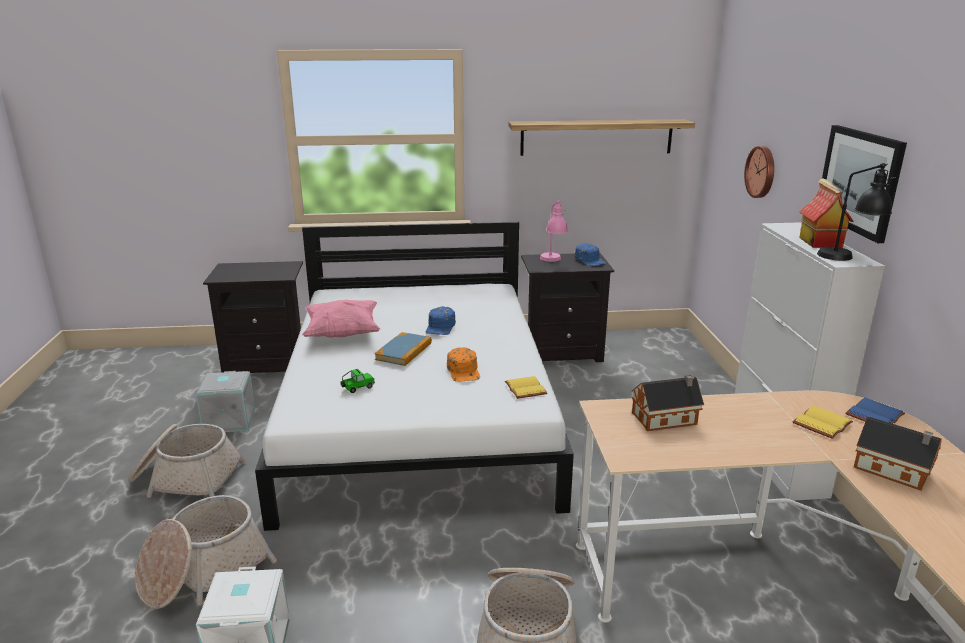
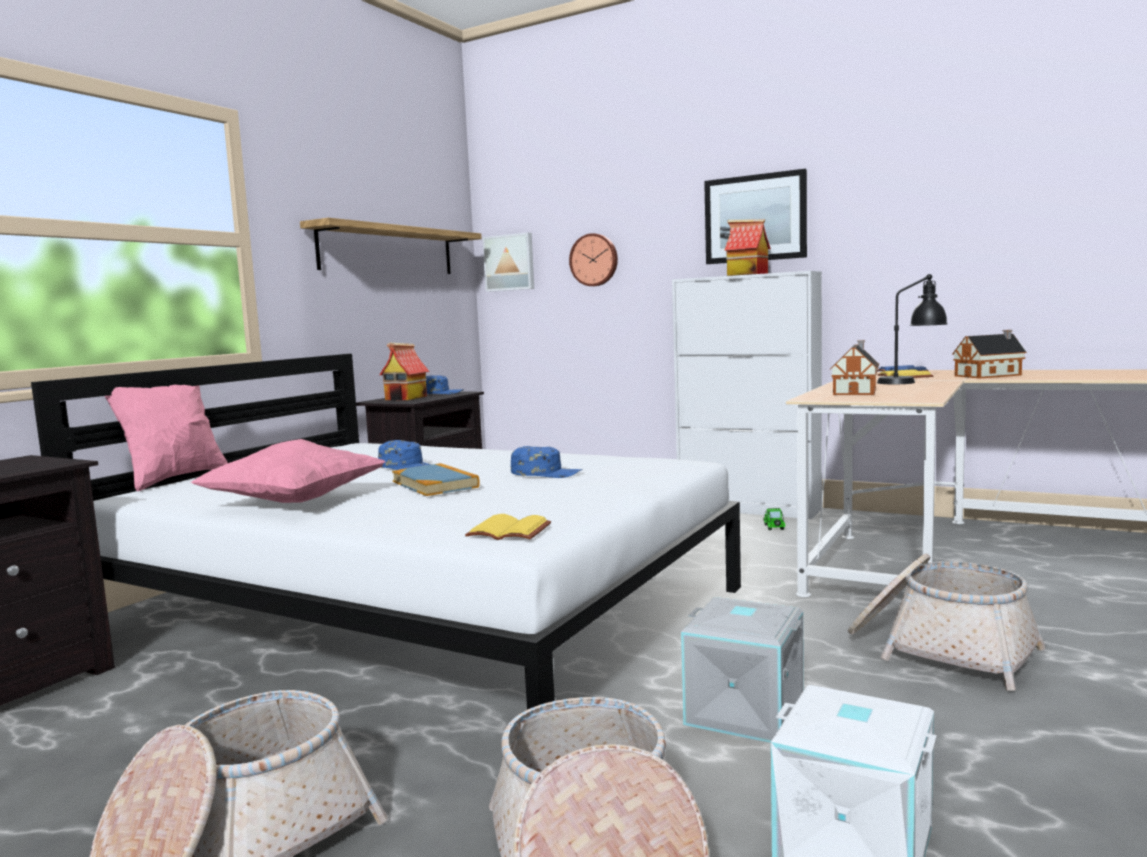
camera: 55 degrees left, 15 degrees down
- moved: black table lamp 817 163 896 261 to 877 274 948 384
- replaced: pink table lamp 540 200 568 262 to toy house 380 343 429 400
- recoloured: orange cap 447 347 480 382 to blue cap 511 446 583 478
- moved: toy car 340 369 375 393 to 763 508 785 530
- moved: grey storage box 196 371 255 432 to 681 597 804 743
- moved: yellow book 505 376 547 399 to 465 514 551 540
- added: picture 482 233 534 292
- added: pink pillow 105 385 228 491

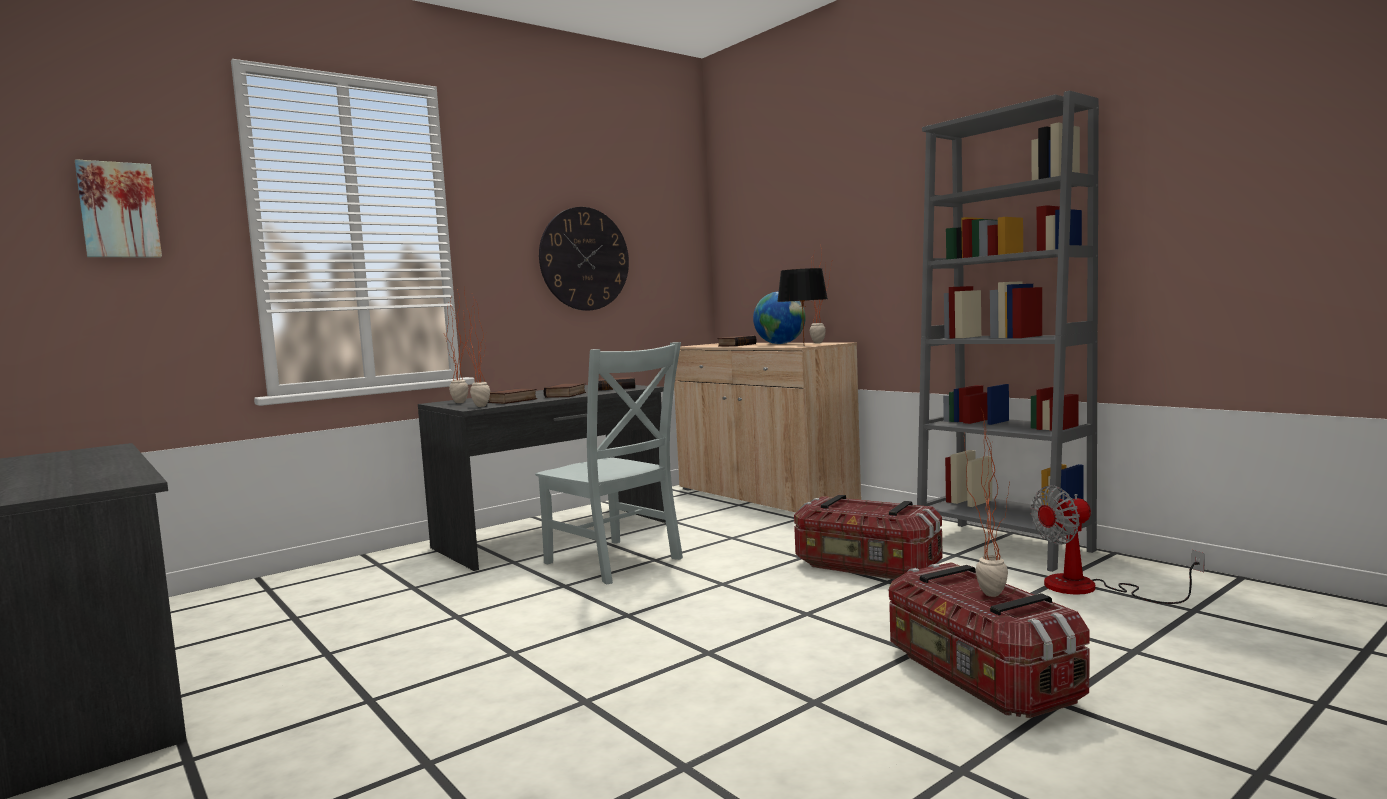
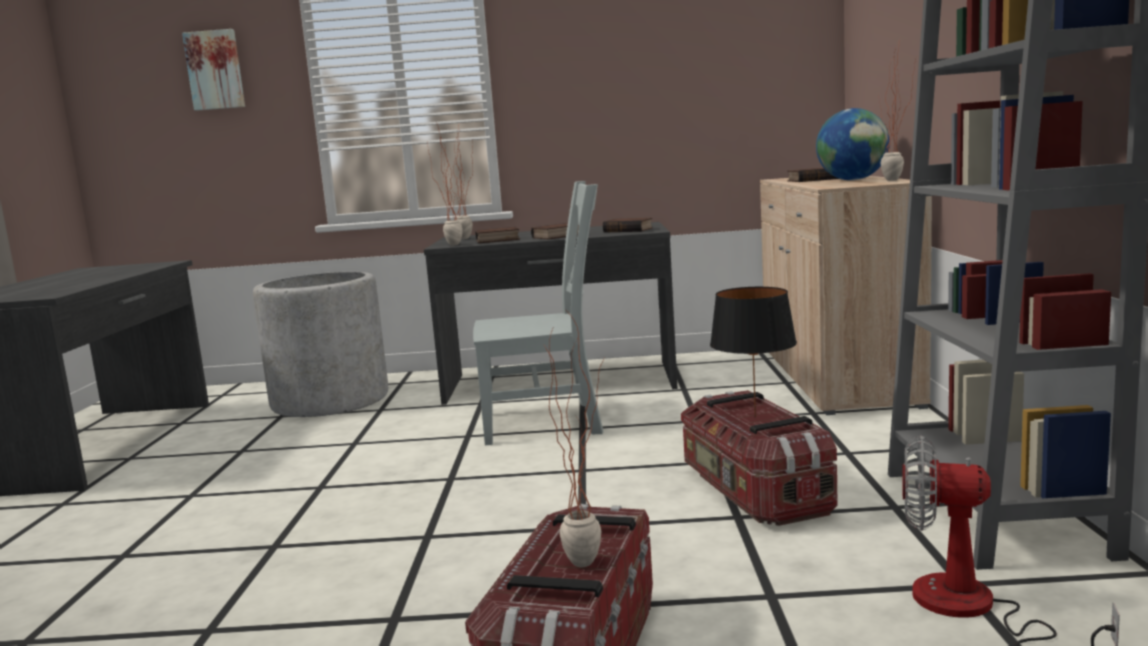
camera: 40 degrees right, 5 degrees up
- removed: wall clock 539 207 629 311
- moved: black table lamp 777 268 828 340 to 710 287 797 418
- turned: grey chair 535 342 683 585 = 473 181 603 445 90 degrees counterclockwise
- added: grey planter 253 272 388 417

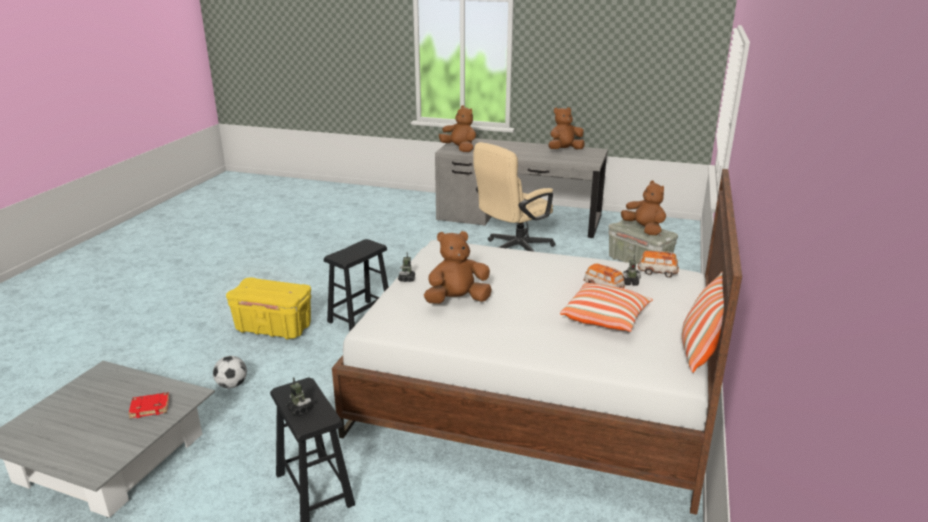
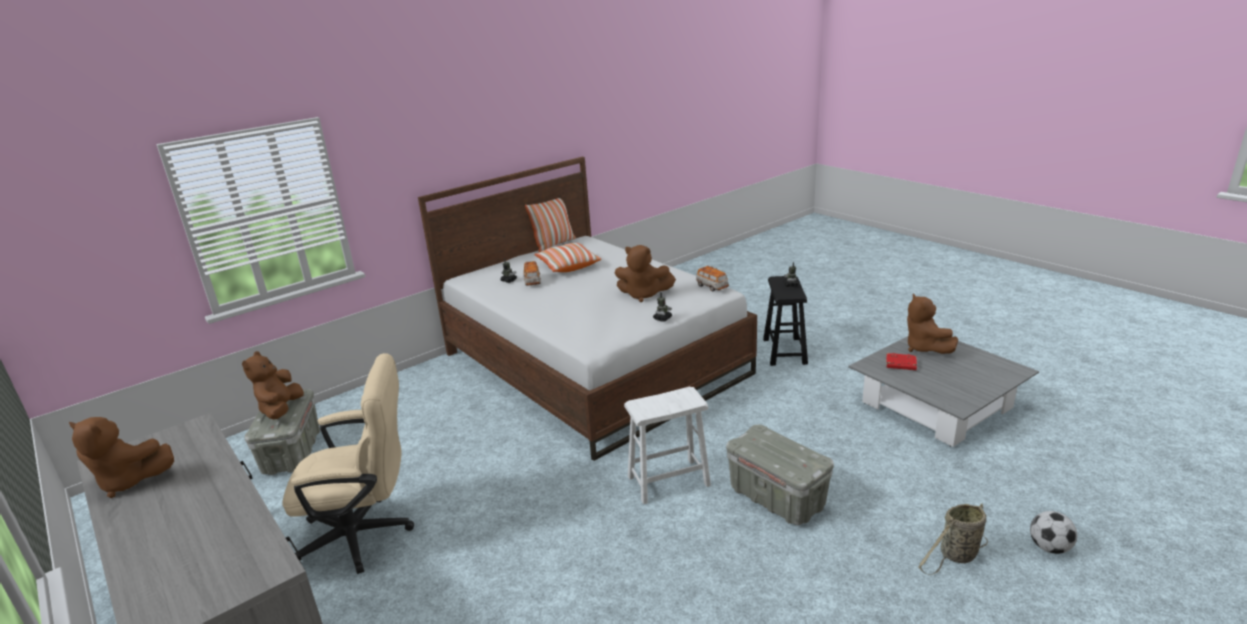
camera: 145 degrees left, 0 degrees up
- moved: brown plush toy 439 105 476 152 to 907 294 958 354
- recoloured: black stool 324 239 388 332 to white stool 624 387 711 504
- moved: toy car 638 251 679 278 to 696 265 729 291
- recoloured: yellow storage box 226 278 311 339 to grey storage box 726 424 834 525
- moved: football 213 356 247 388 to 1030 511 1078 554
- added: basket 918 503 988 575

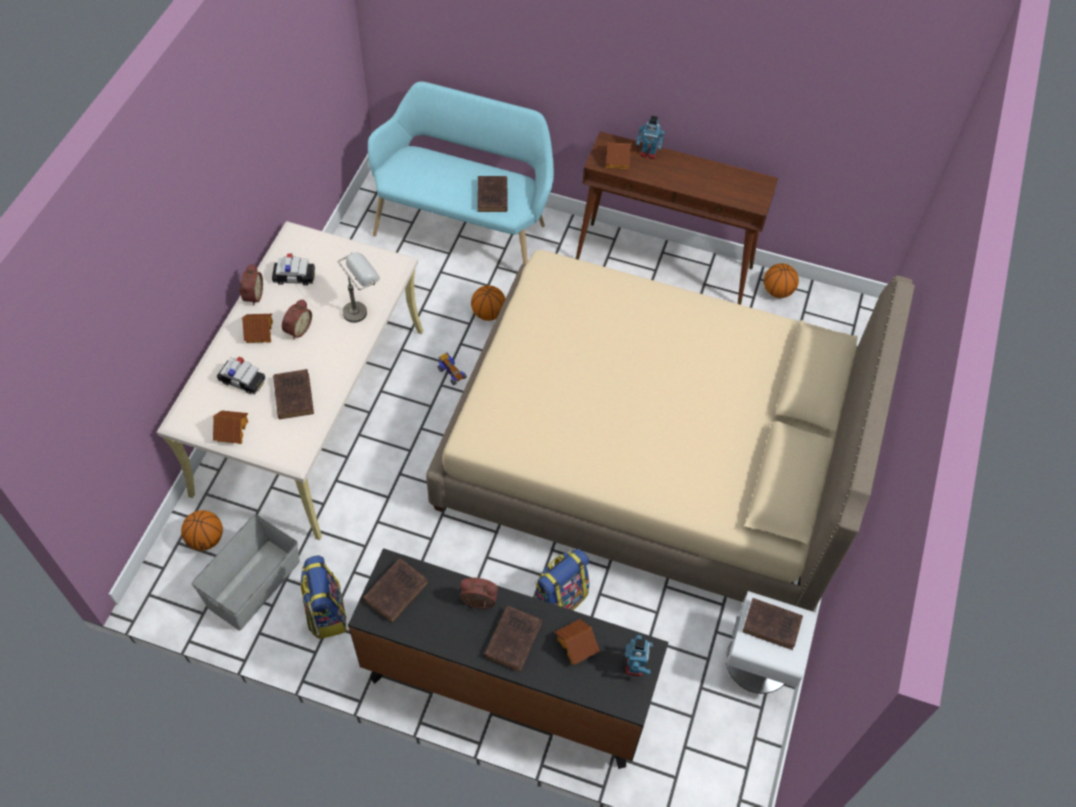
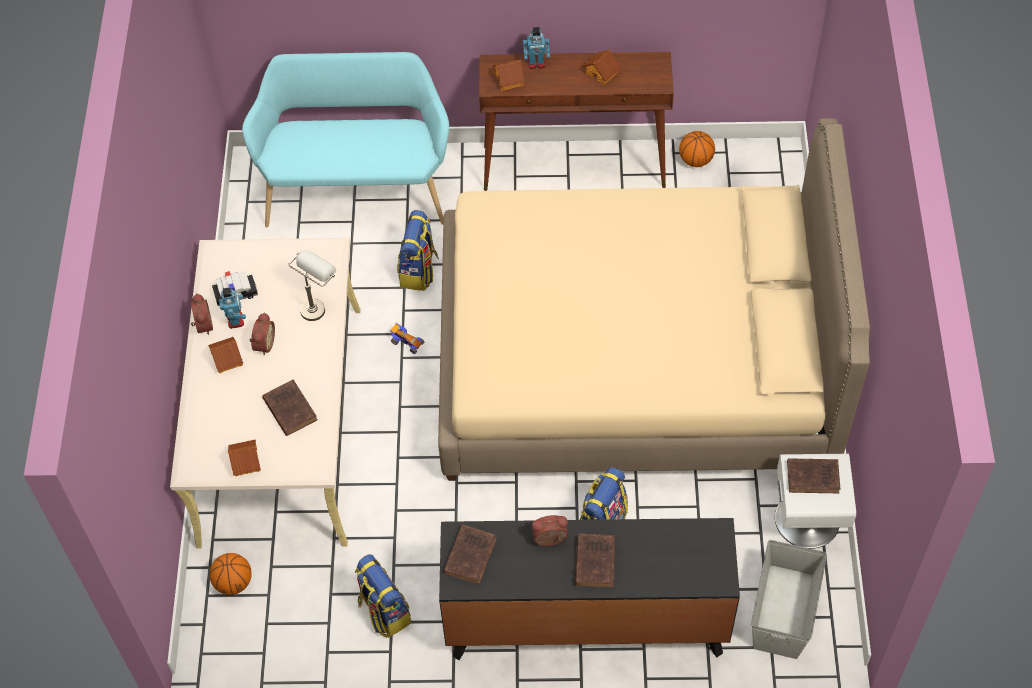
camera: 15 degrees left, 0 degrees up
- removed: brown book 477 176 507 212
- replaced: basketball 471 285 505 321 to backpack 397 210 439 291
- removed: toy car 217 356 266 394
- moved: grey storage box 192 514 300 631 to 751 540 827 659
- moved: toy house 555 619 600 665 to 582 49 621 86
- moved: toy robot 625 635 653 676 to 219 287 246 329

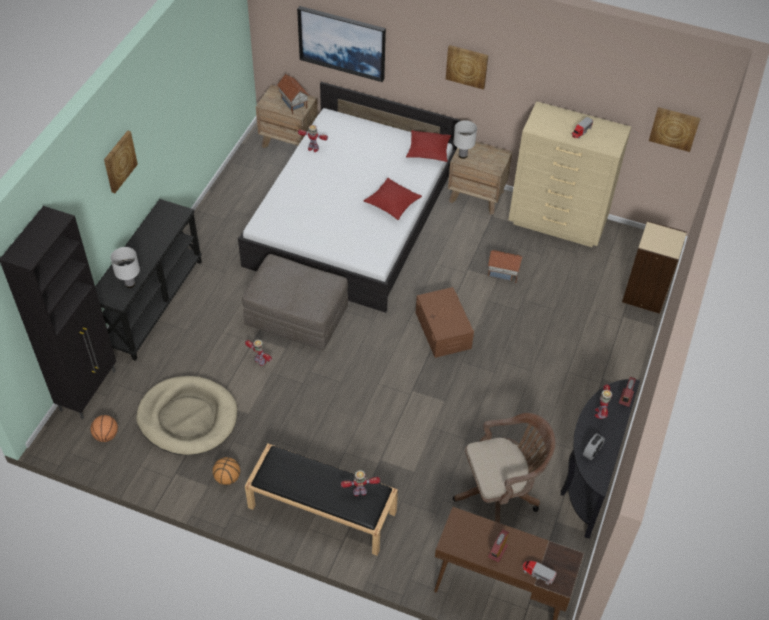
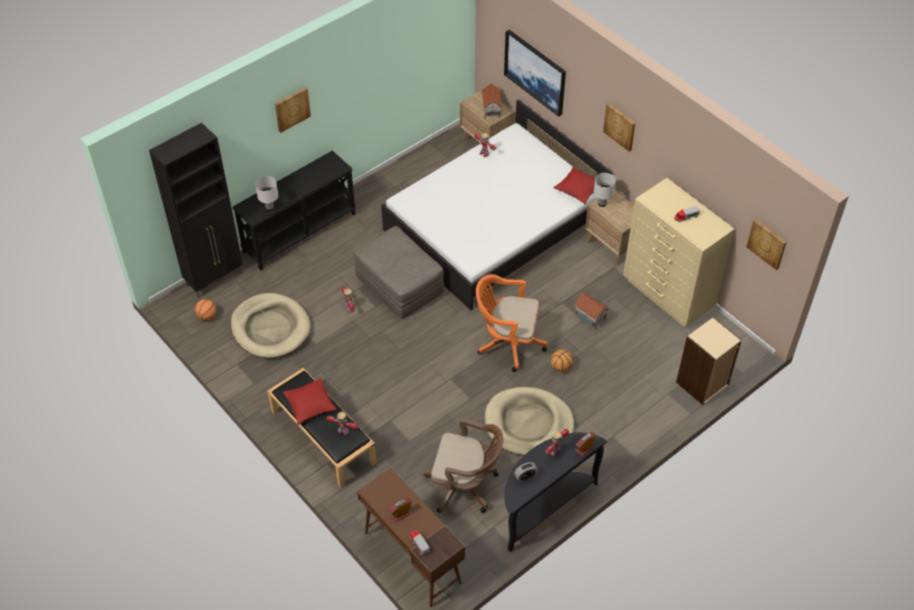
camera: 30 degrees right, 0 degrees up
- moved: red pillow 364 178 422 220 to 283 378 337 425
- replaced: brown storage box 416 287 474 358 to orange office chair 476 274 547 372
- moved: basketball 213 457 240 485 to 550 349 573 372
- added: beige dog bed 485 387 575 456

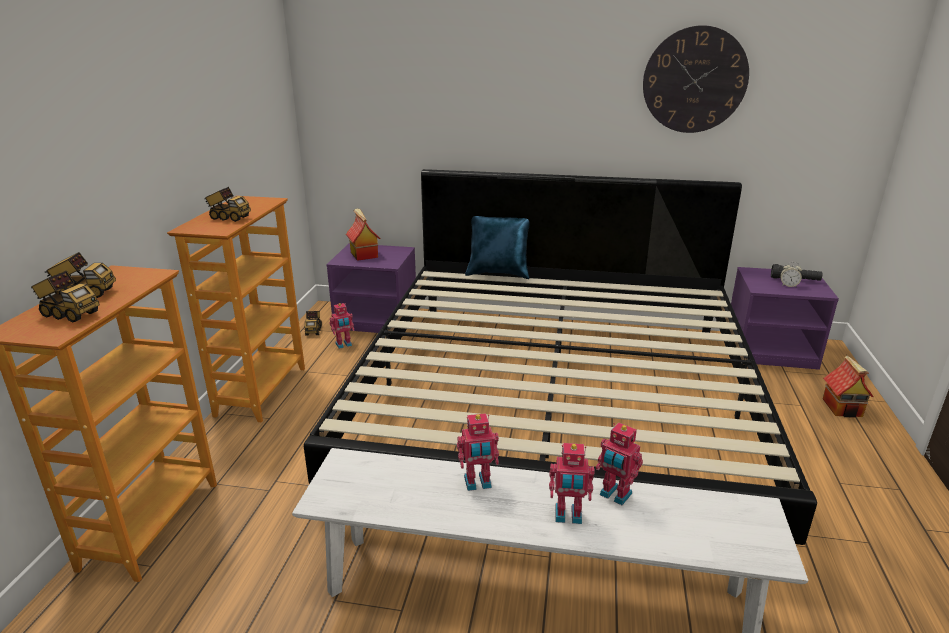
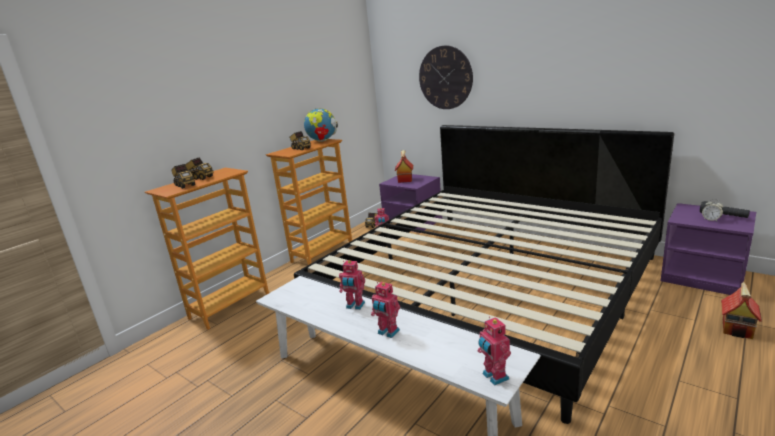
camera: 30 degrees right, 5 degrees down
- moved: wall clock 643 25 749 133 to 419 45 473 109
- removed: blue pillow 465 216 530 279
- moved: toy robot 596 423 643 505 to 478 316 511 386
- added: globe 304 108 338 142

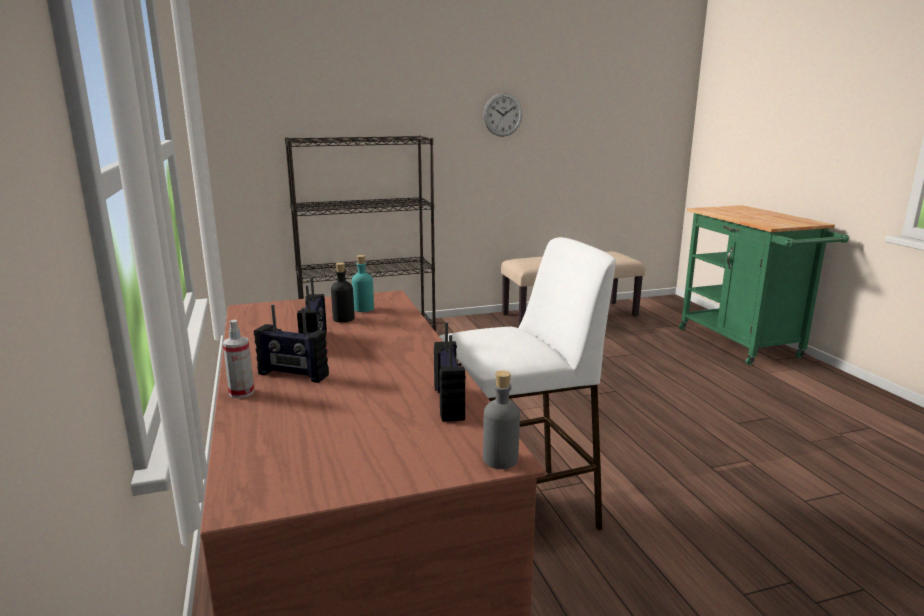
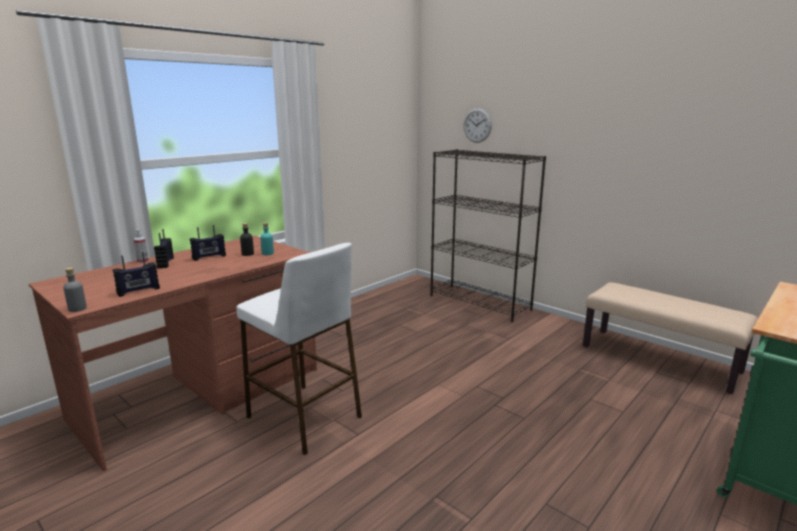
camera: 60 degrees right, 0 degrees up
- moved: wall clock 483 93 522 137 to 464 108 492 143

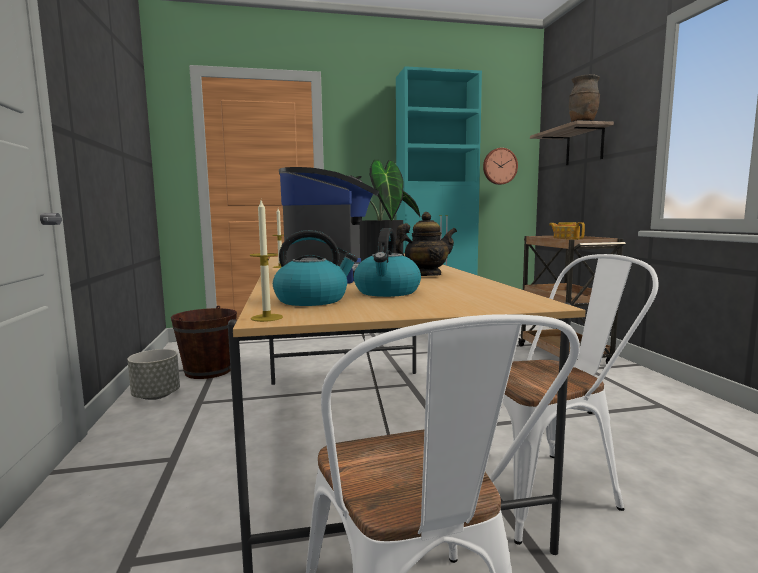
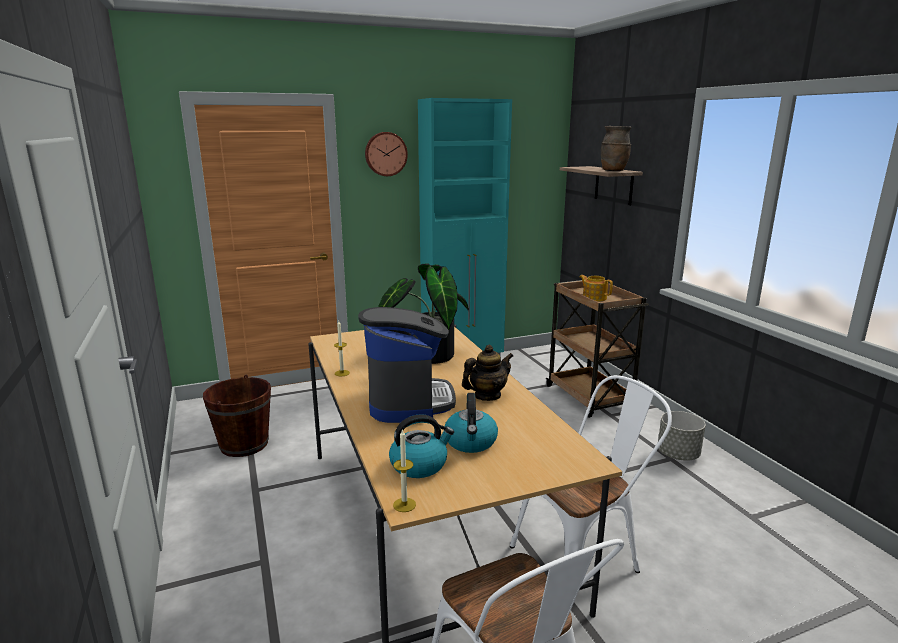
camera: 10 degrees left, 10 degrees up
- moved: wall clock 483 148 518 185 to 365 132 408 176
- moved: grey planter 128 349 180 400 to 658 411 706 461

